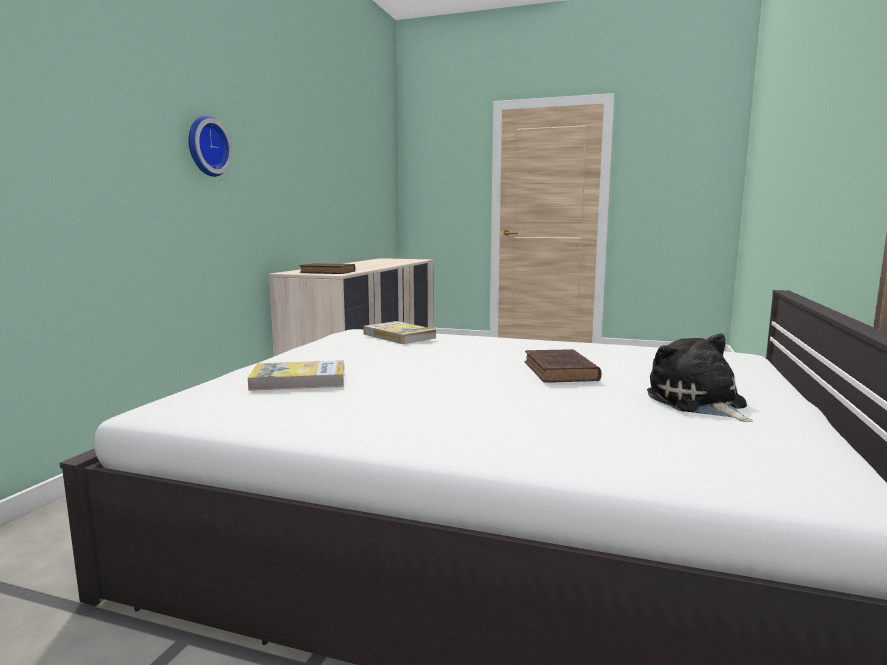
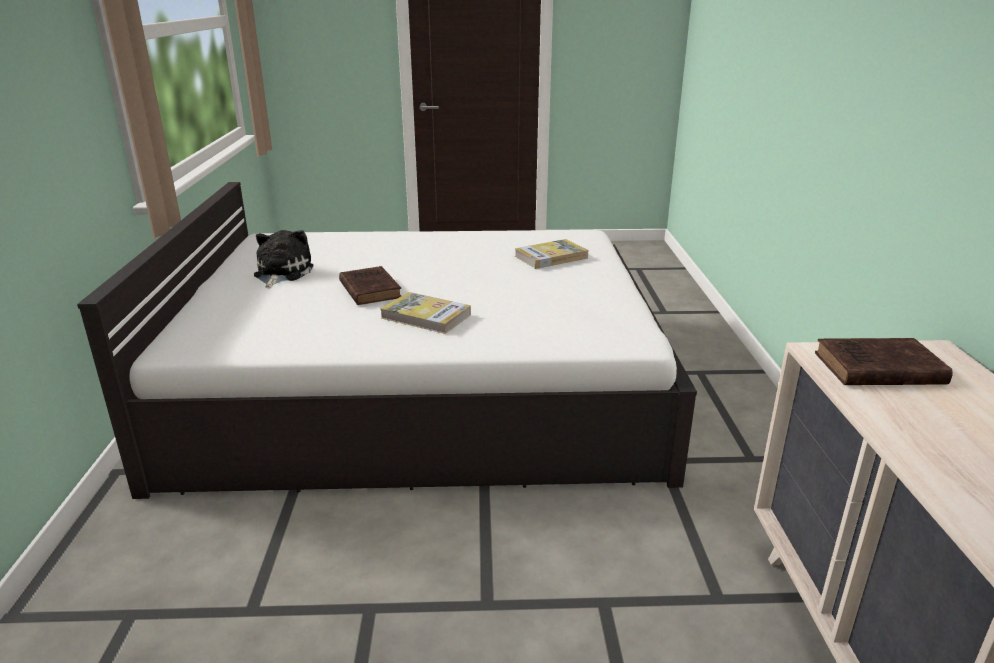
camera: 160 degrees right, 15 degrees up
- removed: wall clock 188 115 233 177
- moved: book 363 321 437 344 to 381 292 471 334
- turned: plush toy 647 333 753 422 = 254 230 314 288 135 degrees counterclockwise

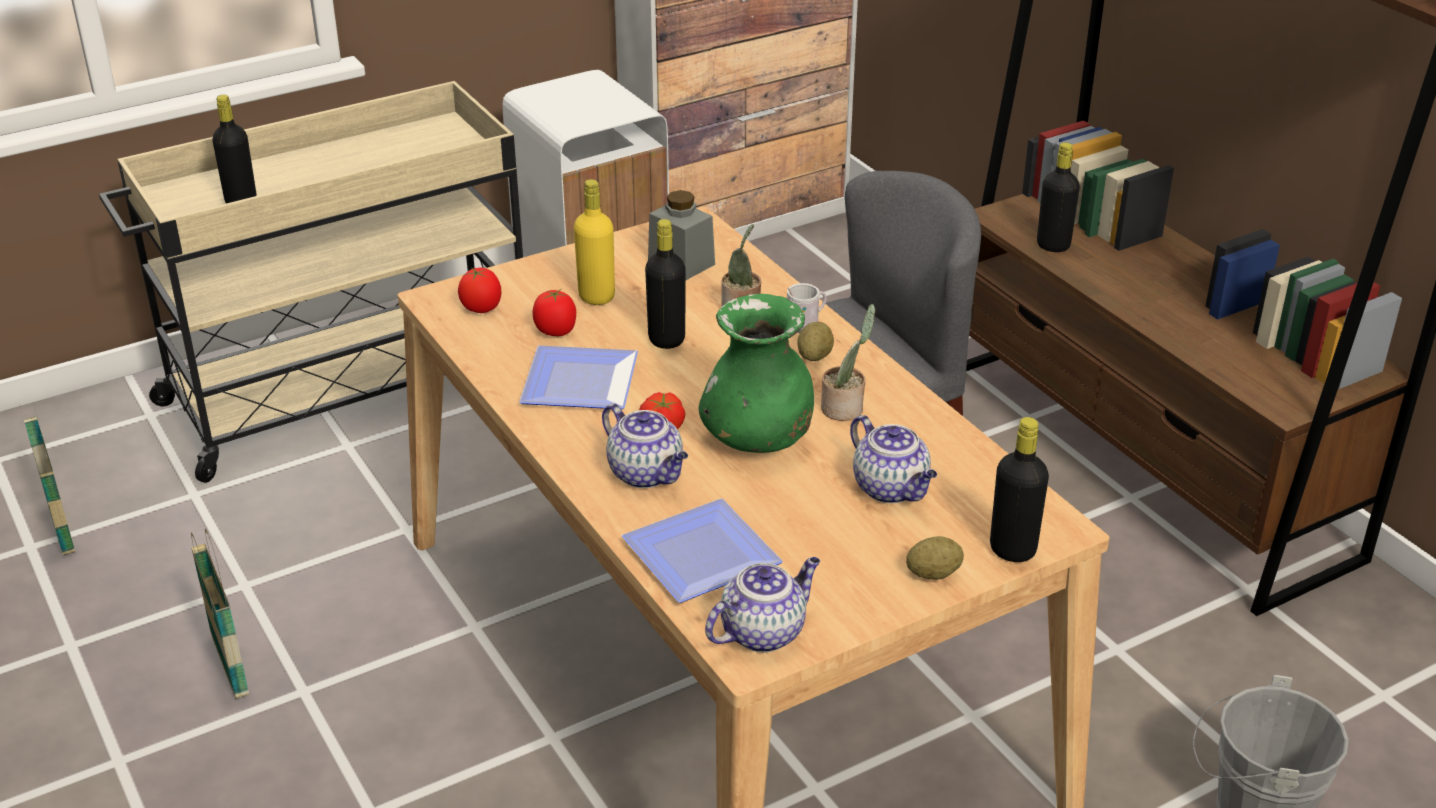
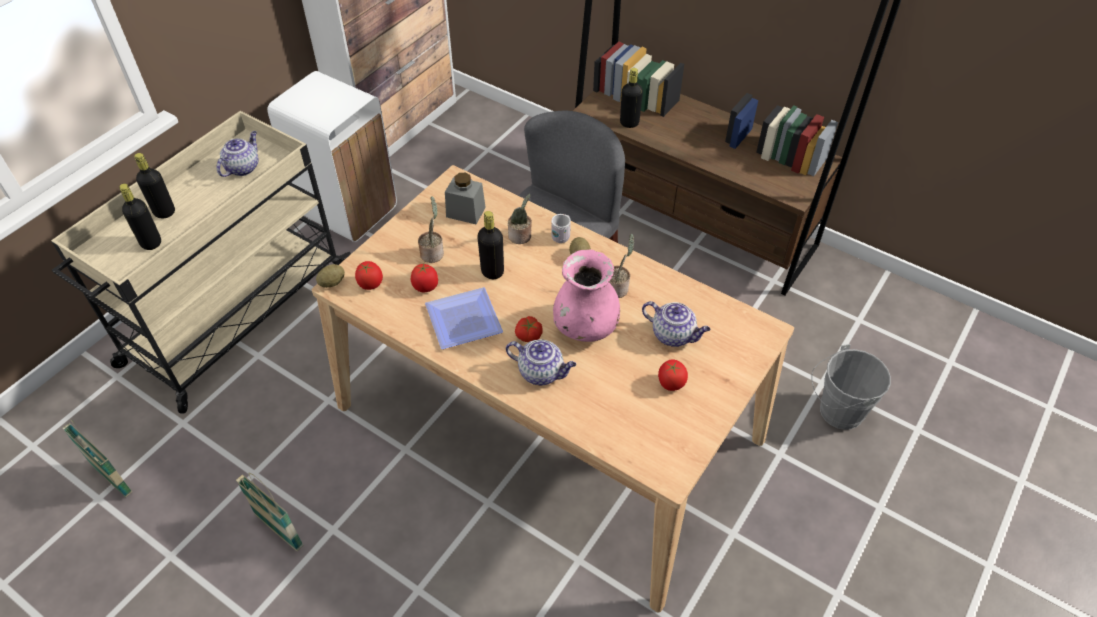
camera: 25 degrees left, 15 degrees up
- replaced: yellow bottle 574 179 615 305 to potted plant 418 196 444 263
- recoloured: green vase 699 294 814 453 to pink vase 553 250 620 342
- moved: black bottle 990 417 1049 562 to 134 153 175 218
- removed: plate 622 498 783 603
- moved: potato 906 536 964 580 to 316 264 345 288
- moved: teapot 705 557 820 653 to 216 131 259 177
- added: tomato 658 359 688 391

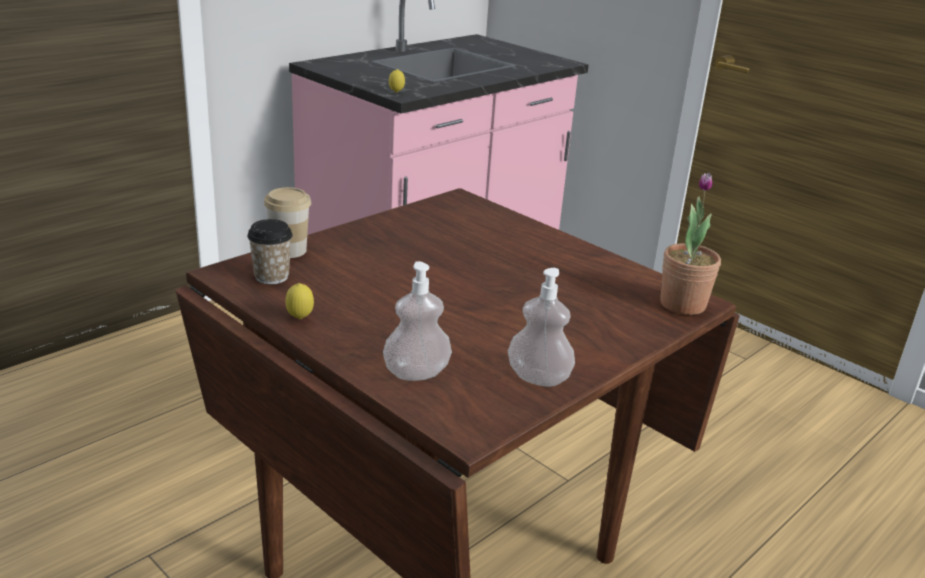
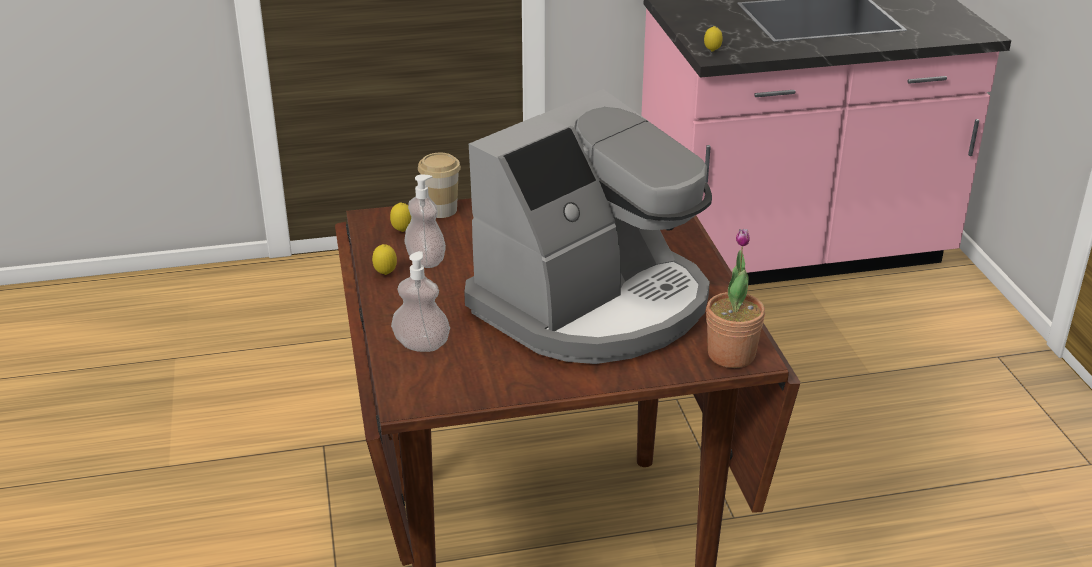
camera: 35 degrees right, 5 degrees up
- replaced: cup 247 219 293 284 to lemon 390 202 411 232
- moved: soap dispenser 508 268 575 387 to 404 175 446 268
- added: coffee machine 464 89 712 364

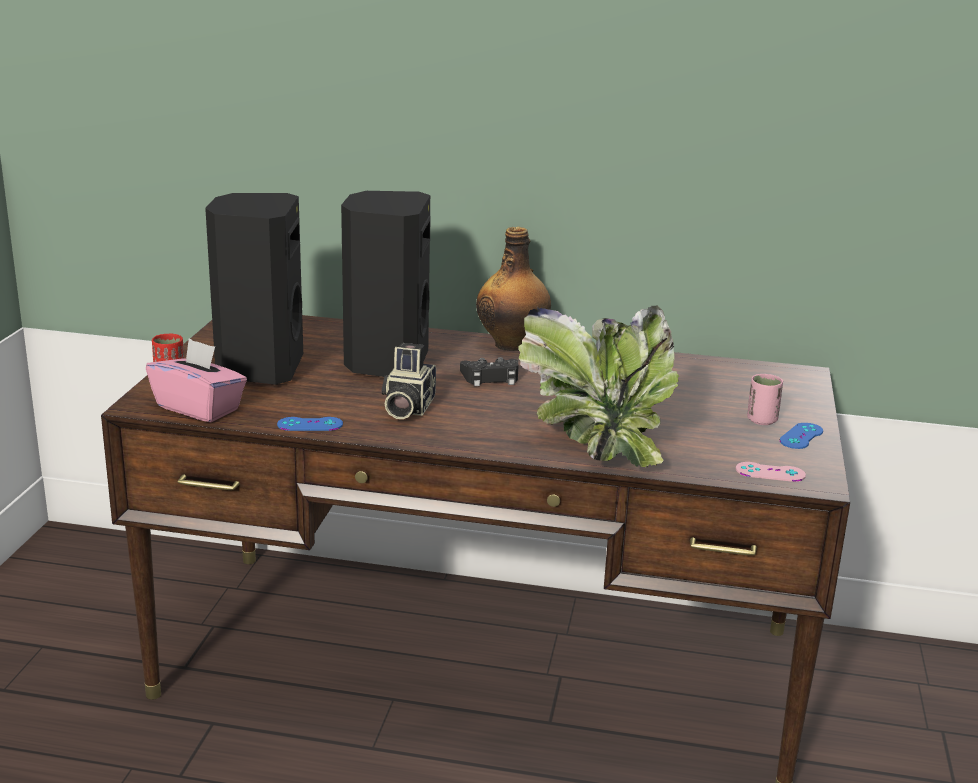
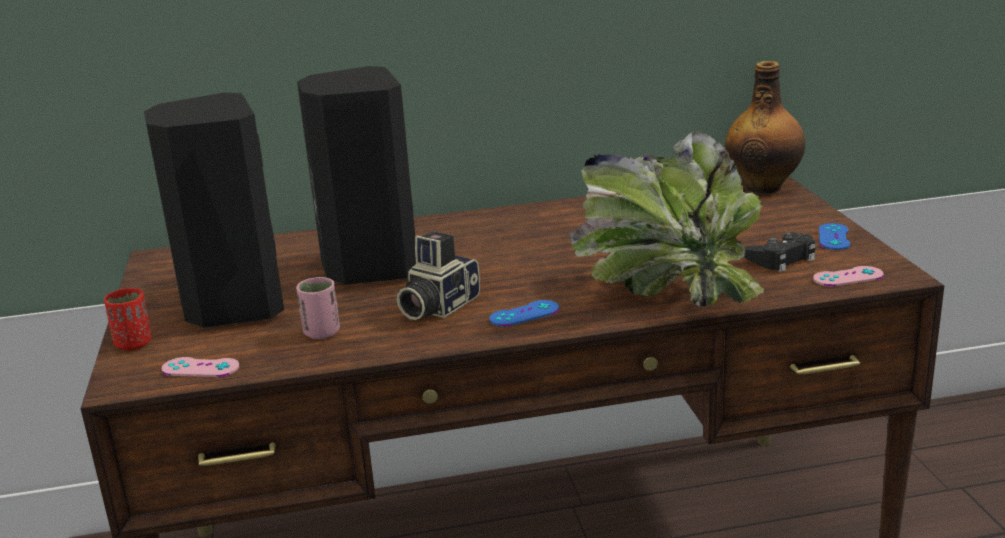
camera: 20 degrees left, 0 degrees up
- moved: bottle 476 227 551 351 to 725 61 806 194
- replaced: pink tissue box 146 338 247 422 to pink game controller 162 357 239 377
- turned: photo camera 381 343 436 419 = 397 231 480 320 45 degrees clockwise
- moved: black game controller 460 357 519 386 to 744 232 815 272
- moved: pink cup 747 374 783 425 to 296 277 340 339
- moved: blue game controller 277 417 343 431 to 489 300 559 326

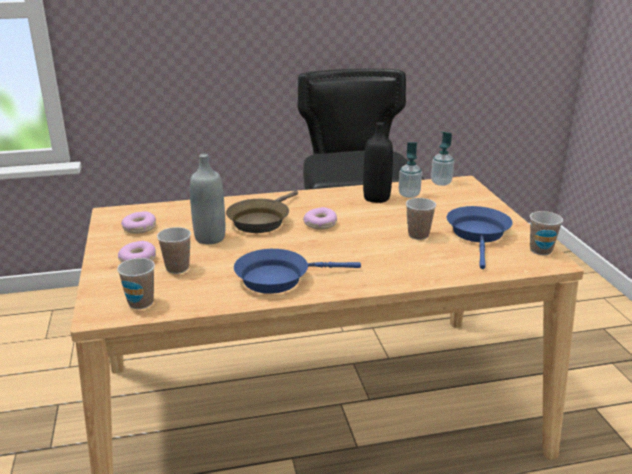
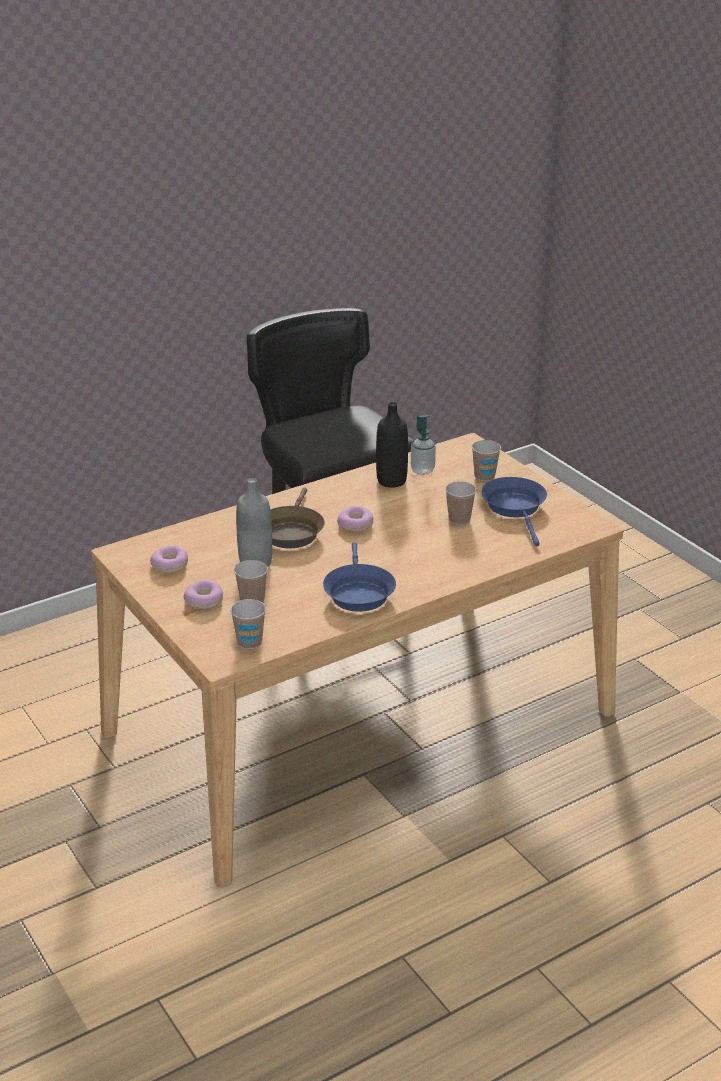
camera: 20 degrees left, 5 degrees up
- removed: soap dispenser 431 132 454 186
- moved: cup 530 211 563 255 to 472 440 501 481
- turned: blue frying pan 234 249 361 294 = 323 542 396 612 60 degrees counterclockwise

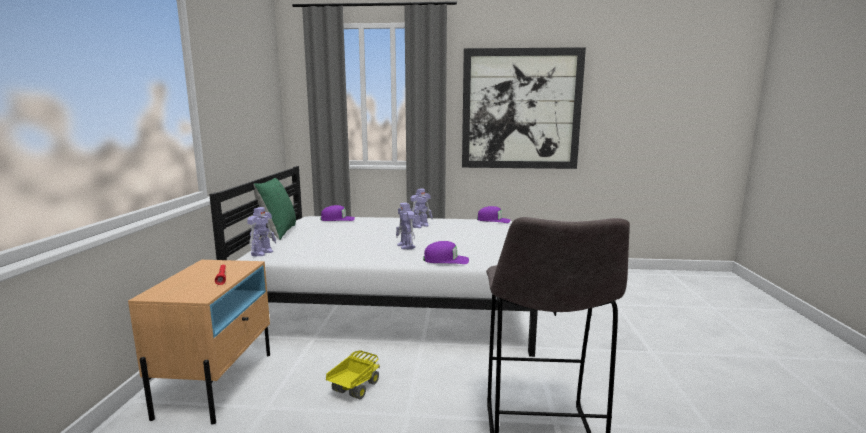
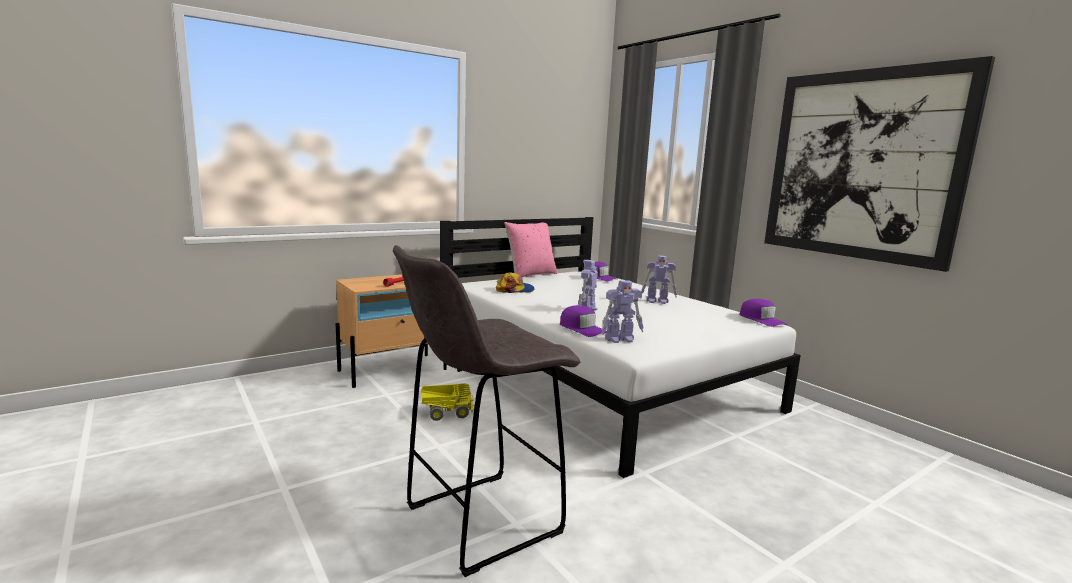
camera: 50 degrees right, 0 degrees up
- recoloured: green pillow 254 178 296 240 to pink pillow 504 222 557 277
- moved: toy robot 247 207 276 257 to 602 280 643 343
- added: cap 496 272 534 293

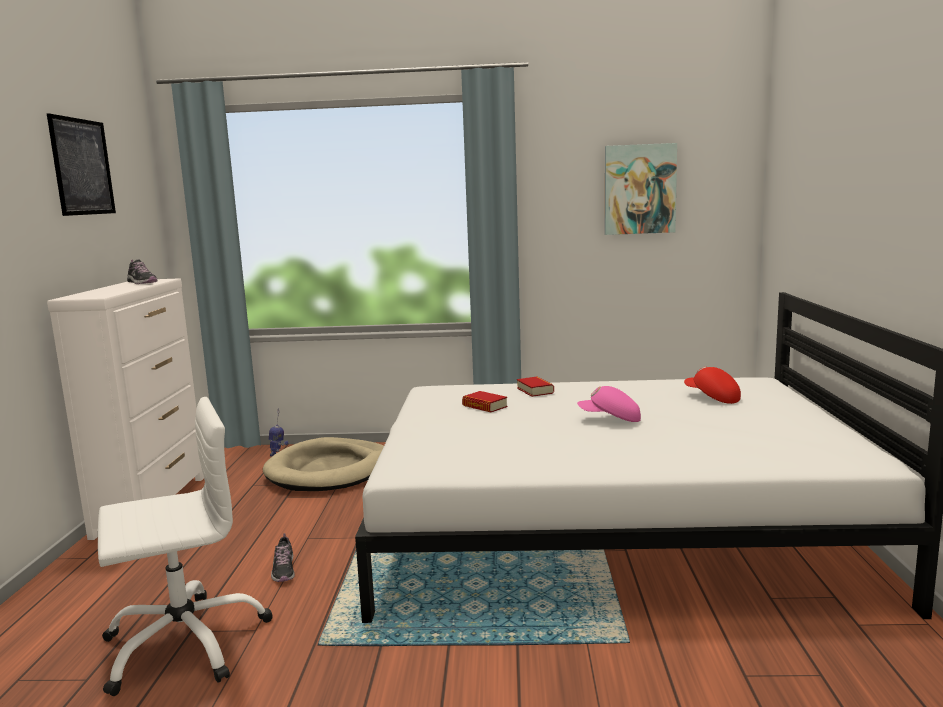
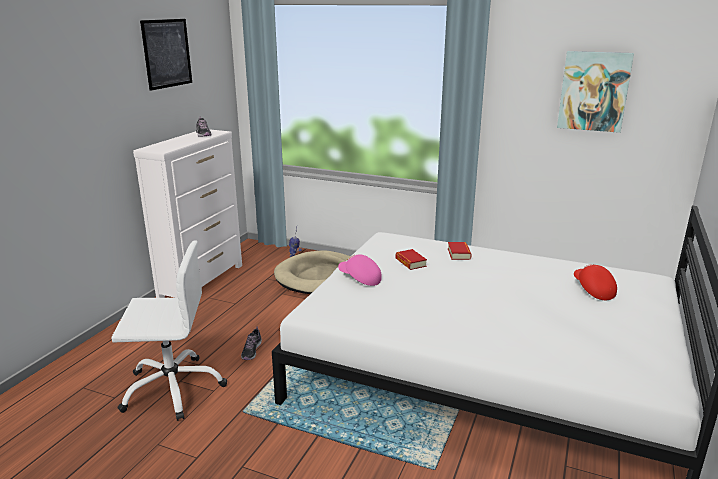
camera: 20 degrees right, 10 degrees up
- moved: pink cap 577 386 641 422 to 338 255 382 286

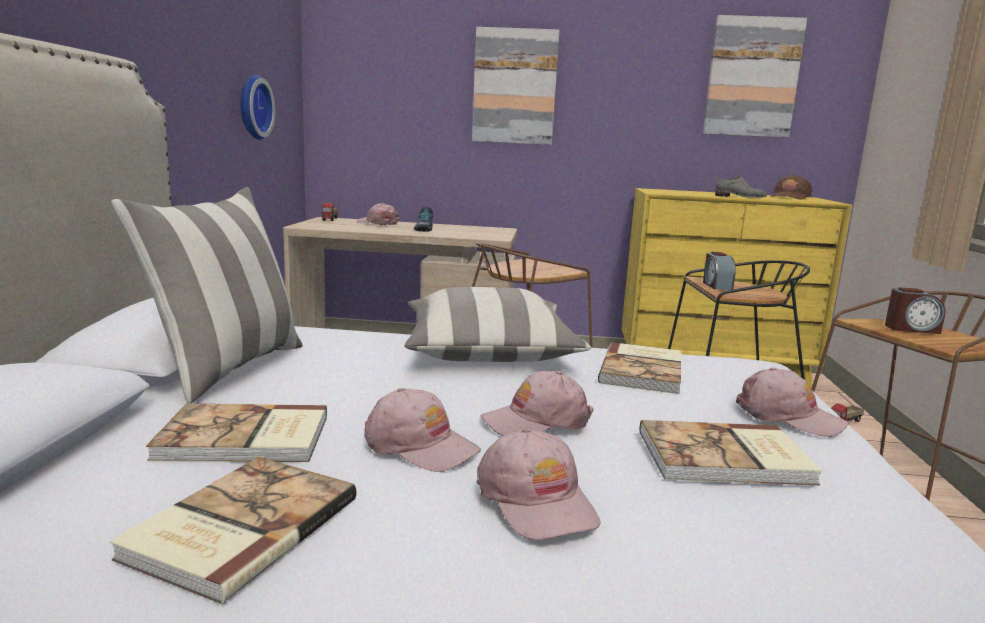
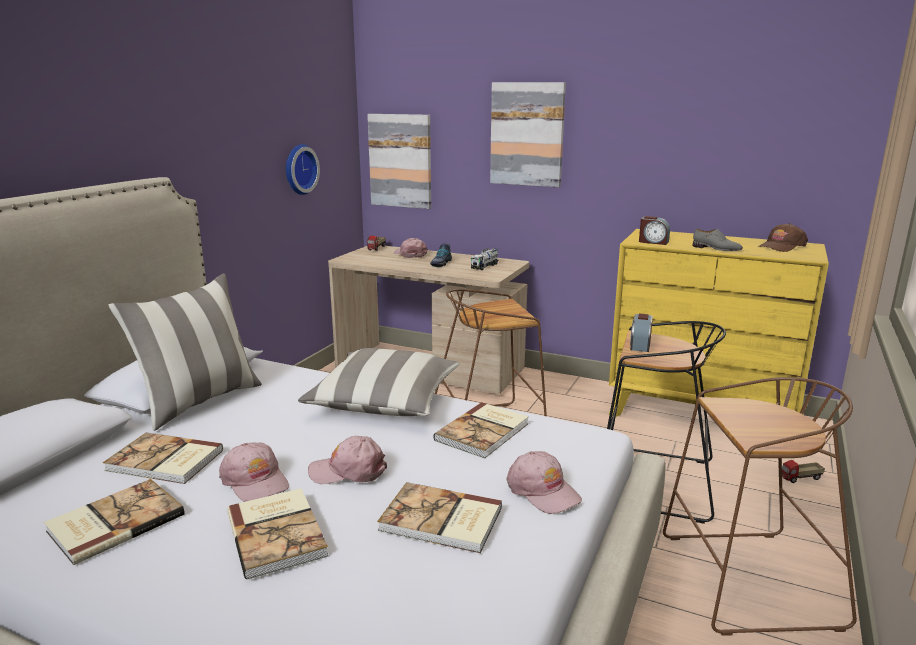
camera: 20 degrees right, 5 degrees up
- moved: picture 703 15 807 138 to 367 114 431 209
- moved: alarm clock 885 287 945 334 to 639 216 670 245
- replaced: pink cap 477 428 601 540 to book 227 488 329 580
- added: toy truck 471 248 499 270

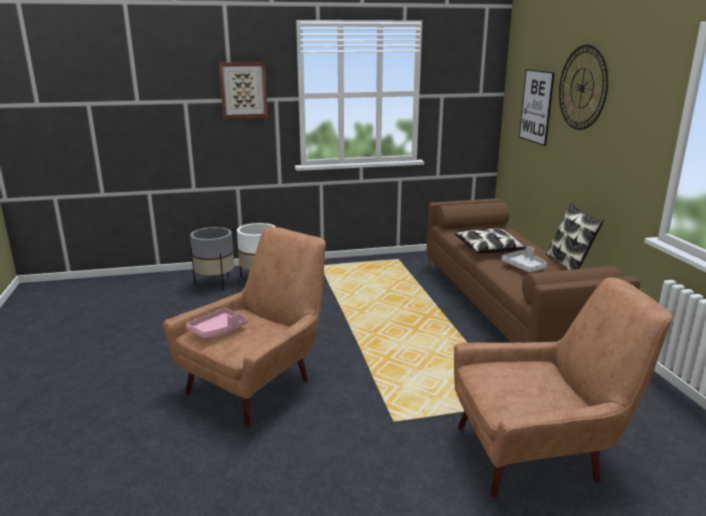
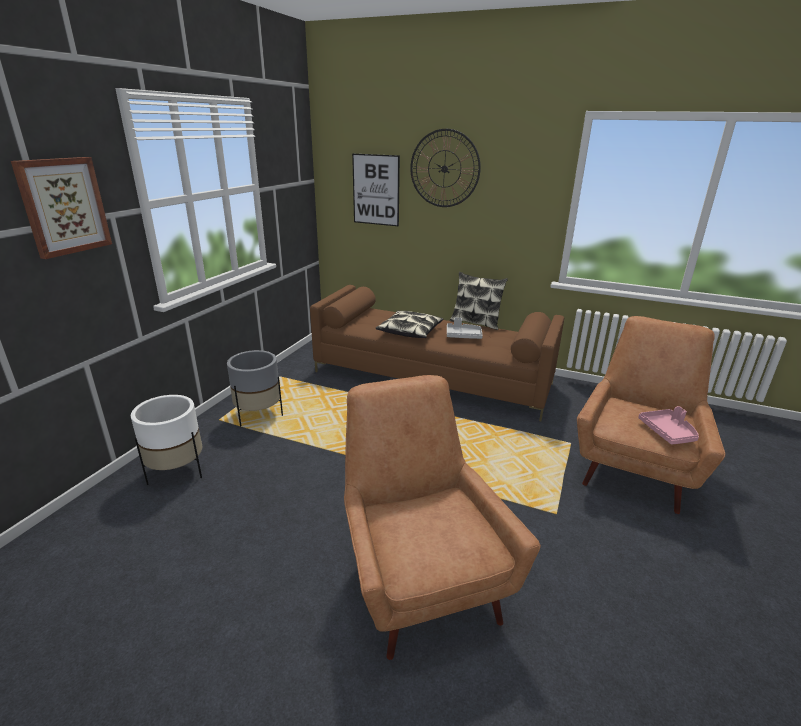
camera: 55 degrees left, 5 degrees up
- moved: grey planter 190 227 234 291 to 227 350 283 427
- moved: pink tray 186 308 248 338 to 638 406 699 445

